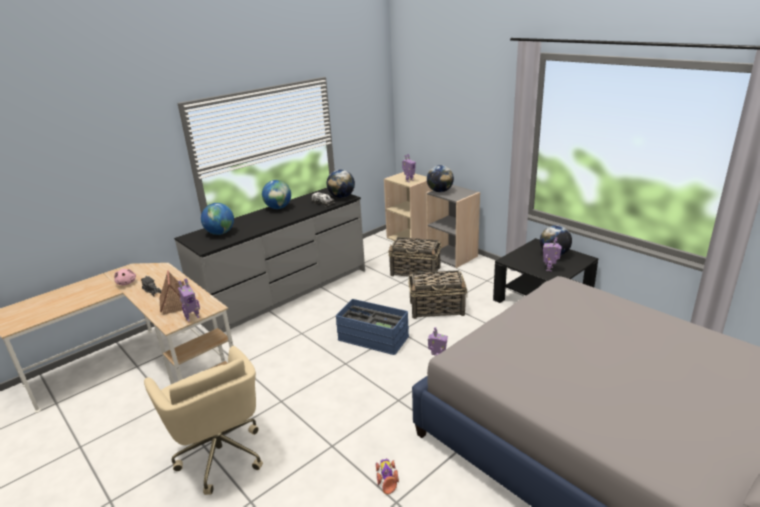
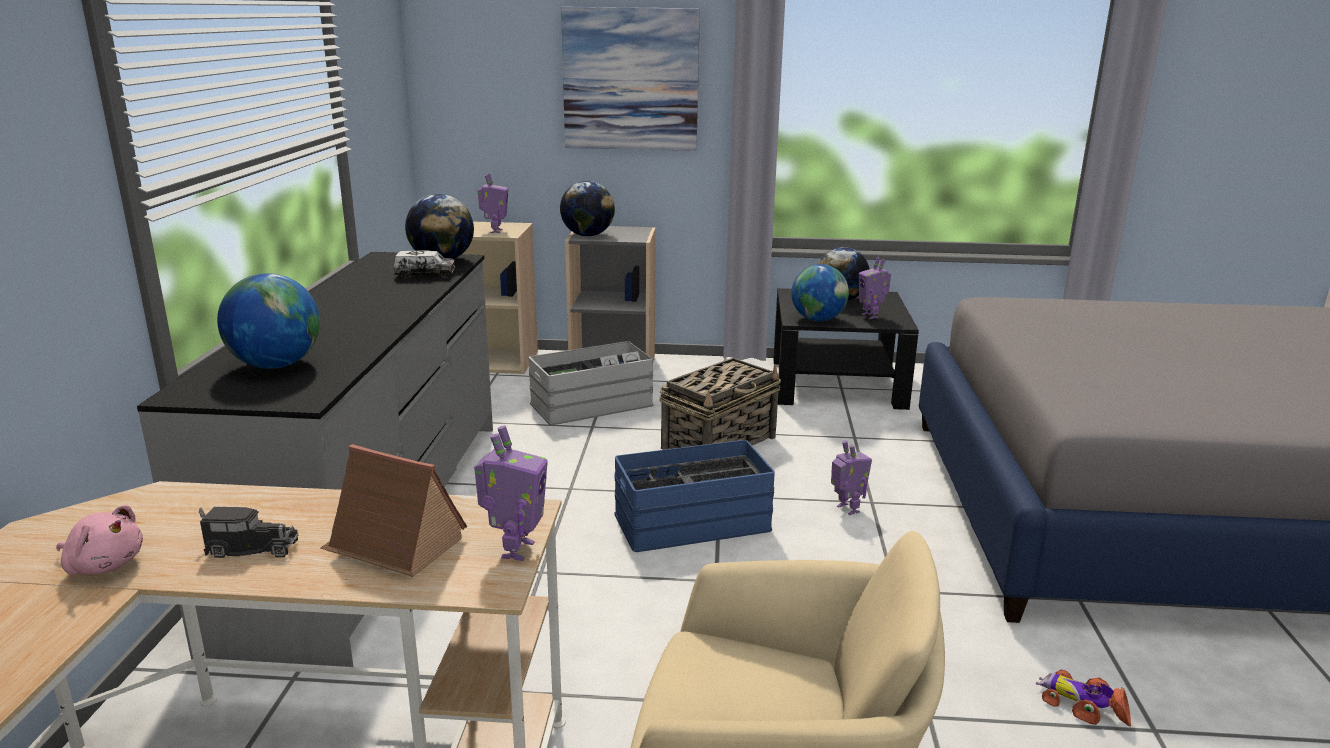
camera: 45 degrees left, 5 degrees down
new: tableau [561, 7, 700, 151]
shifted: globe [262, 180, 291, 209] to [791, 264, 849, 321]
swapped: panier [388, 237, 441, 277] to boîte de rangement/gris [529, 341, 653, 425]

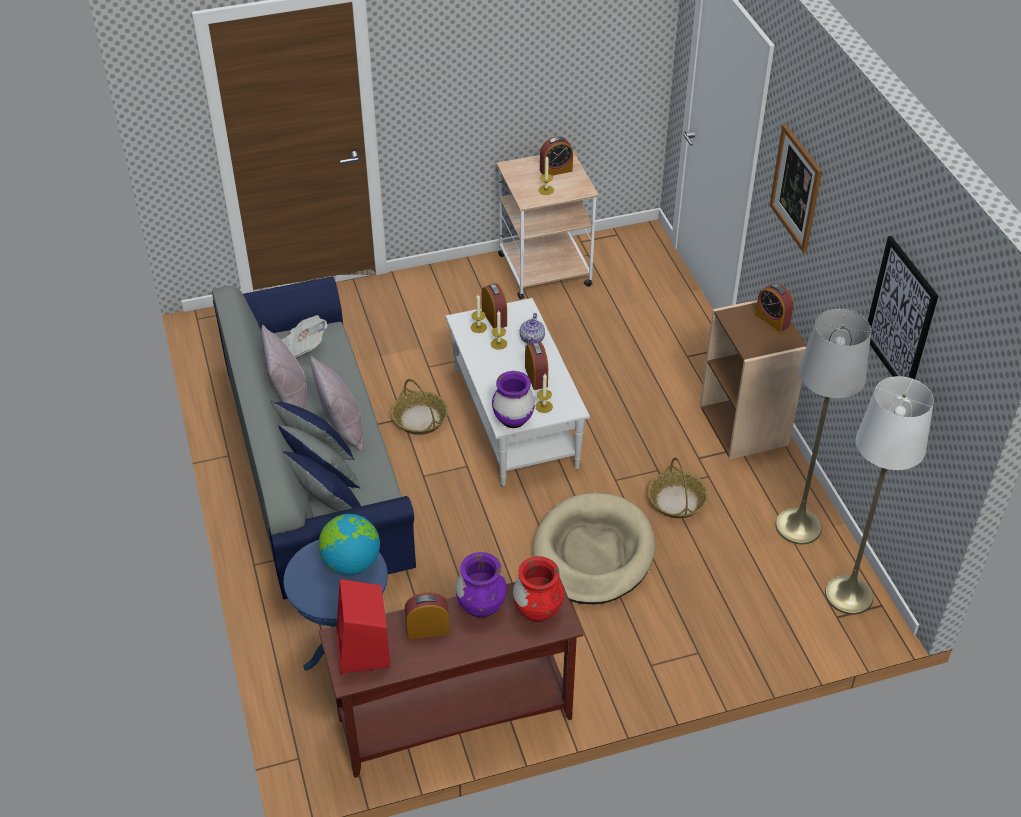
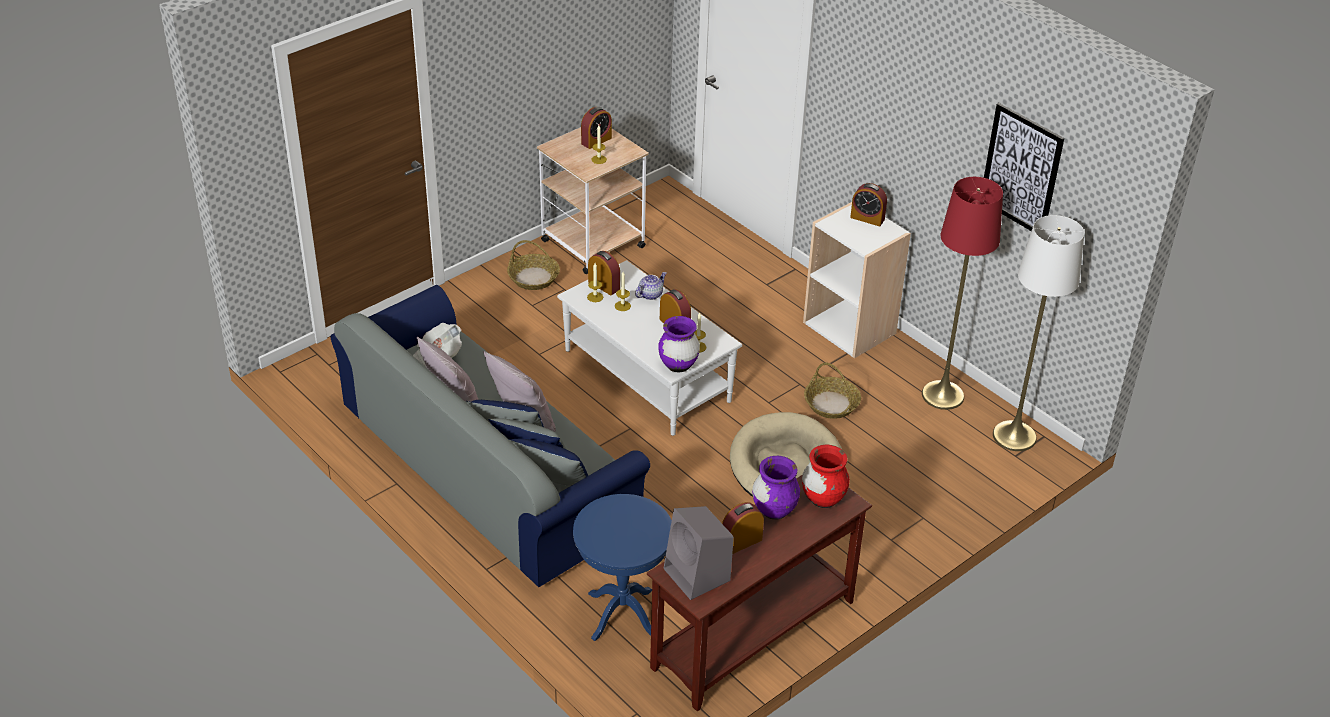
camera: 25 degrees left, 5 degrees down
gone: globe [319, 514, 380, 575]; tableau [770, 124, 822, 253]
shifted: panier [391, 379, 448, 435] to [507, 240, 560, 290]
repainted: enceinte/rouge [336, 579, 391, 674] to enceinte/gris [664, 506, 734, 600]; bibliothèque/marron [700, 300, 807, 459] to bibliothèque/blanc [803, 202, 911, 358]; lampadaire/gris [775, 309, 871, 544] to lampadaire/rouge [922, 177, 1003, 410]
rotated: théière [520, 313, 545, 344] = [635, 272, 666, 300] 120 degrees counterclockwise

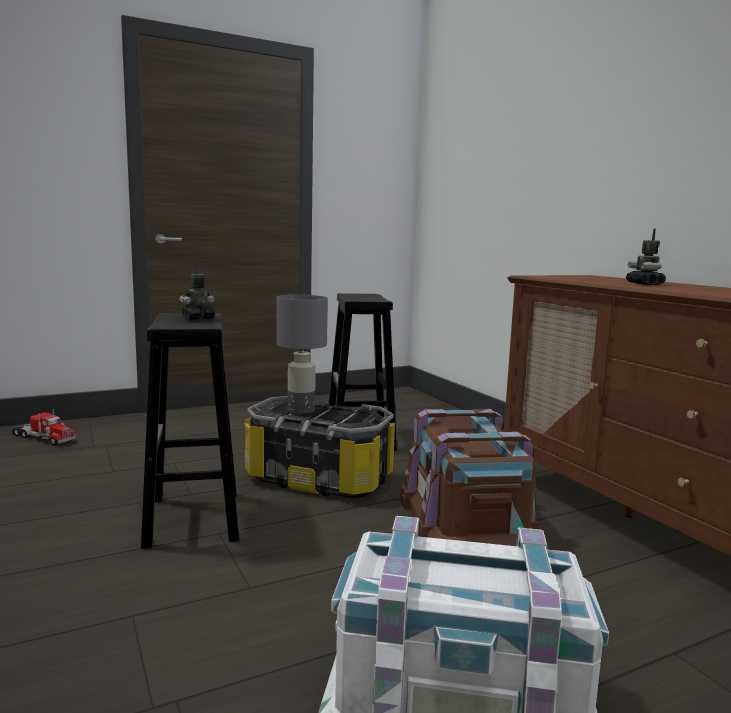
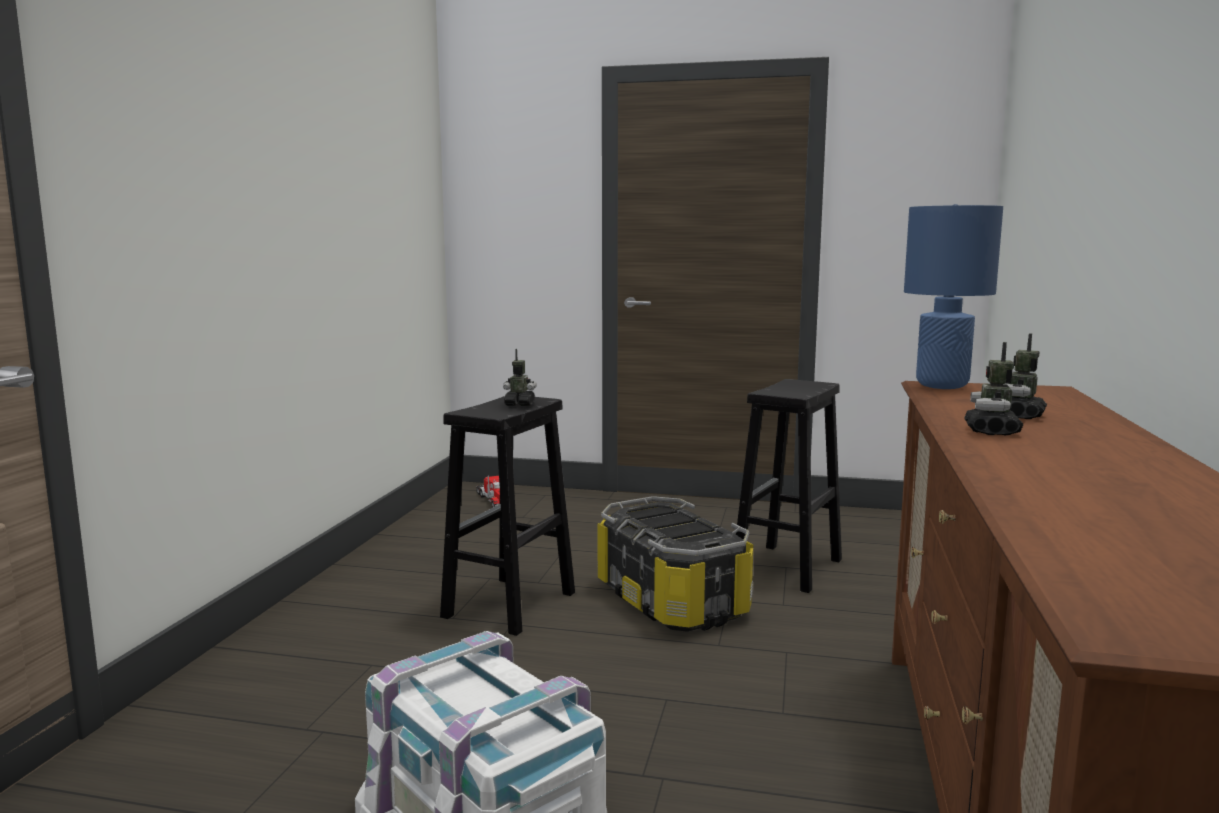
camera: 40 degrees right, 0 degrees up
gone: lampe de table/gris [277, 295, 328, 415]; boîte de rangement/marron [400, 409, 538, 546]
new: lampe de table/bleu [904, 204, 1003, 389]; robot jouet [964, 342, 1023, 436]

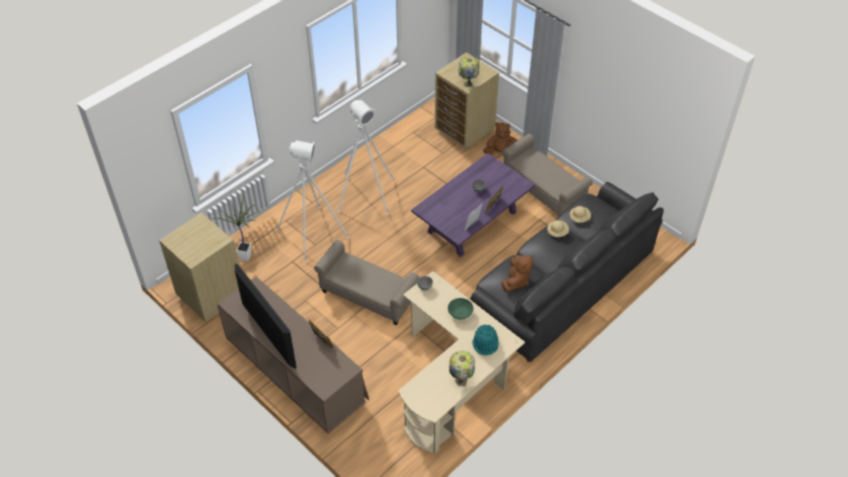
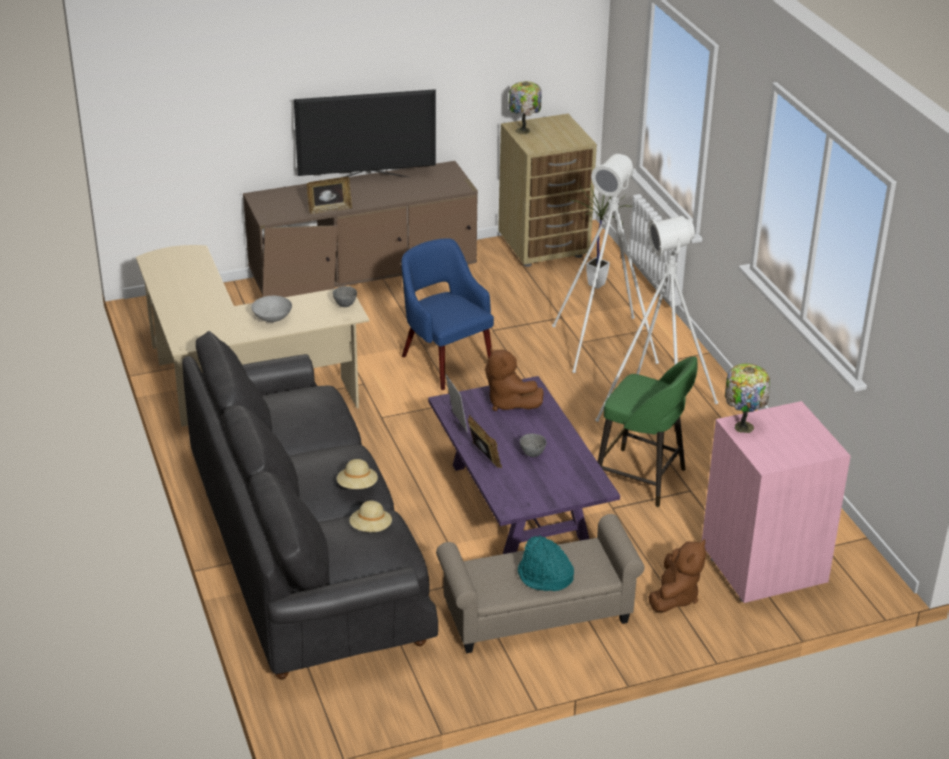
camera: 115 degrees right, 15 degrees down
new: tabouret/vert [598, 356, 697, 507]
shifted: lampe de table [449, 351, 475, 386] to [508, 81, 542, 134]; chapeau/turquoise [472, 324, 499, 356] to [518, 535, 574, 591]; peluche/marron [501, 255, 533, 292] to [485, 347, 544, 411]
swapped: pouf/beige [314, 240, 420, 325] to fauteuil/bleu [401, 238, 494, 390]
repainted: commode/marron [435, 52, 499, 149] to commode/rose [702, 401, 851, 603]; bol/vert [448, 298, 473, 320] to bol/gris [252, 296, 292, 322]

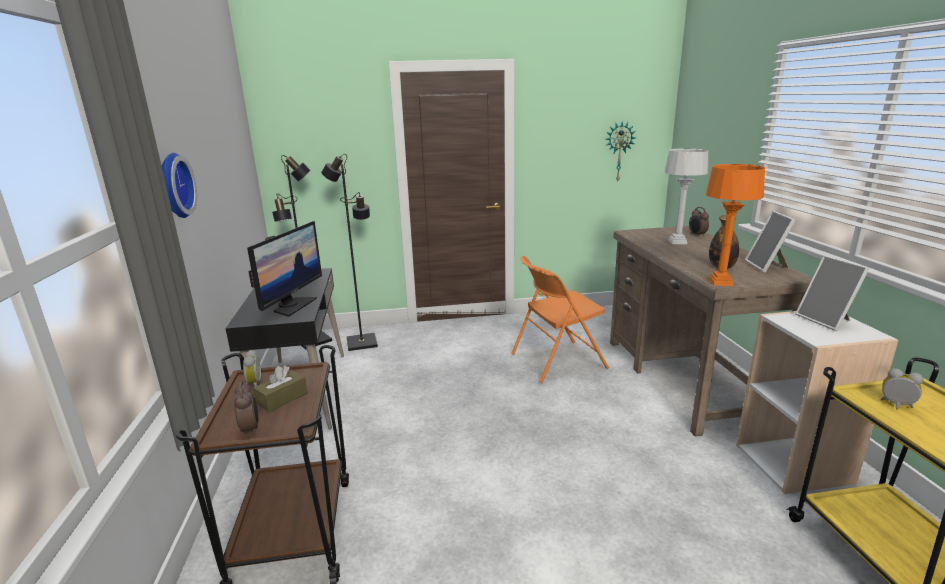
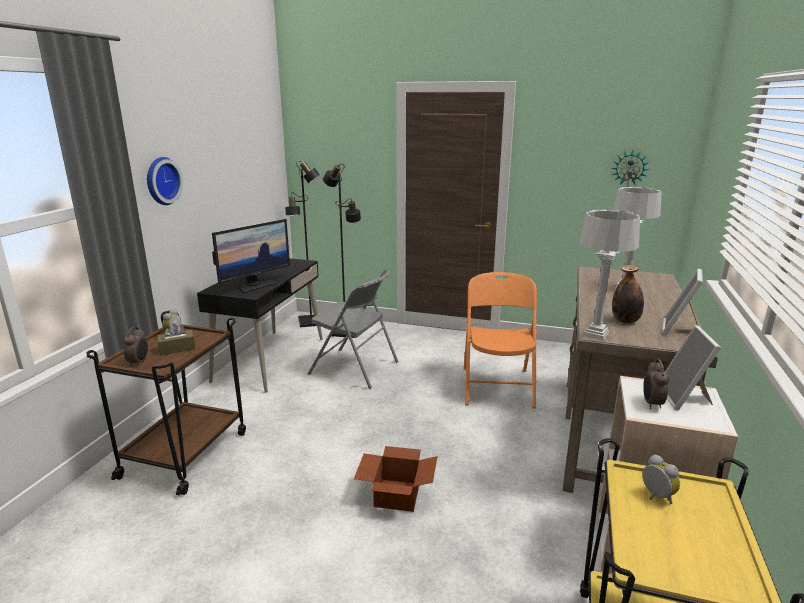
camera: 25 degrees right, 0 degrees up
new: chaise/gris [308, 269, 398, 389]; carton [354, 446, 438, 512]
shifted: réveil [689, 207, 709, 237] to [643, 359, 669, 409]
repainted: lampe de table/orange [706, 164, 765, 286] to lampe de table/gris [579, 210, 640, 341]
rotated: chaise/orange [512, 256, 609, 384] = [463, 272, 537, 409] 90 degrees clockwise

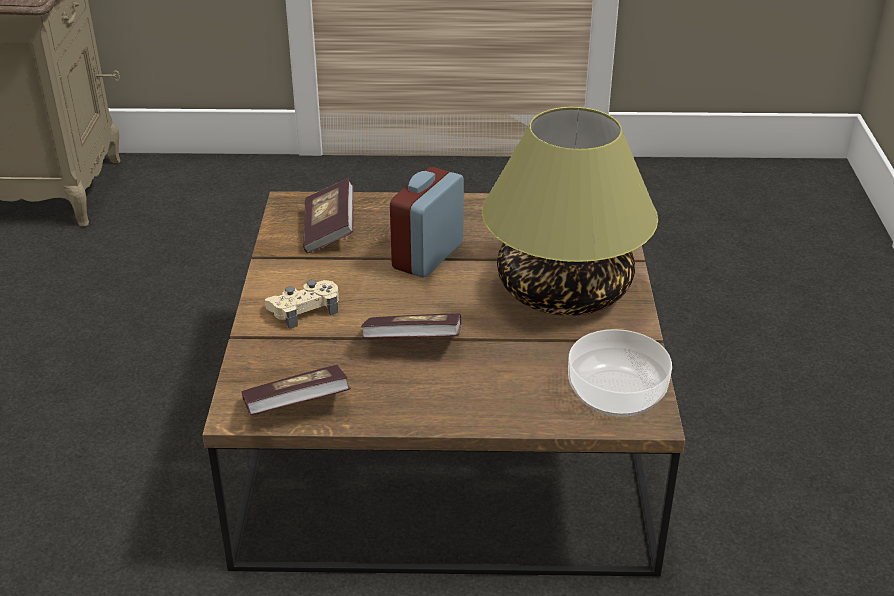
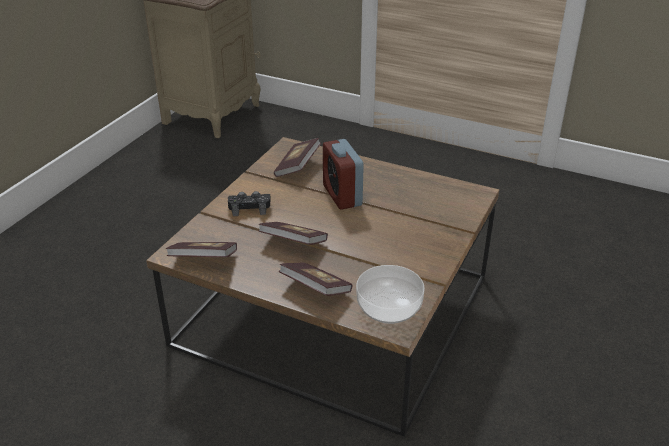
camera: 25 degrees right, 0 degrees up
gone: lampe de table [482, 107, 658, 316]
new: livre [279, 263, 353, 296]
repainted: manette/beige [265, 280, 339, 329] to manette/noir [228, 191, 271, 216]
rotated: réveil [390, 167, 464, 278] = [323, 139, 364, 210] 75 degrees counterclockwise

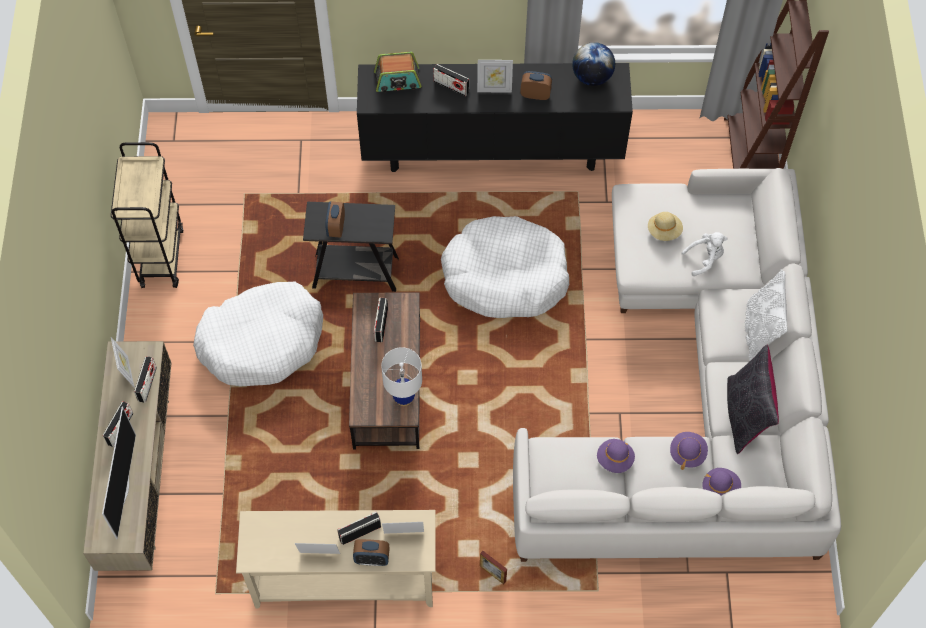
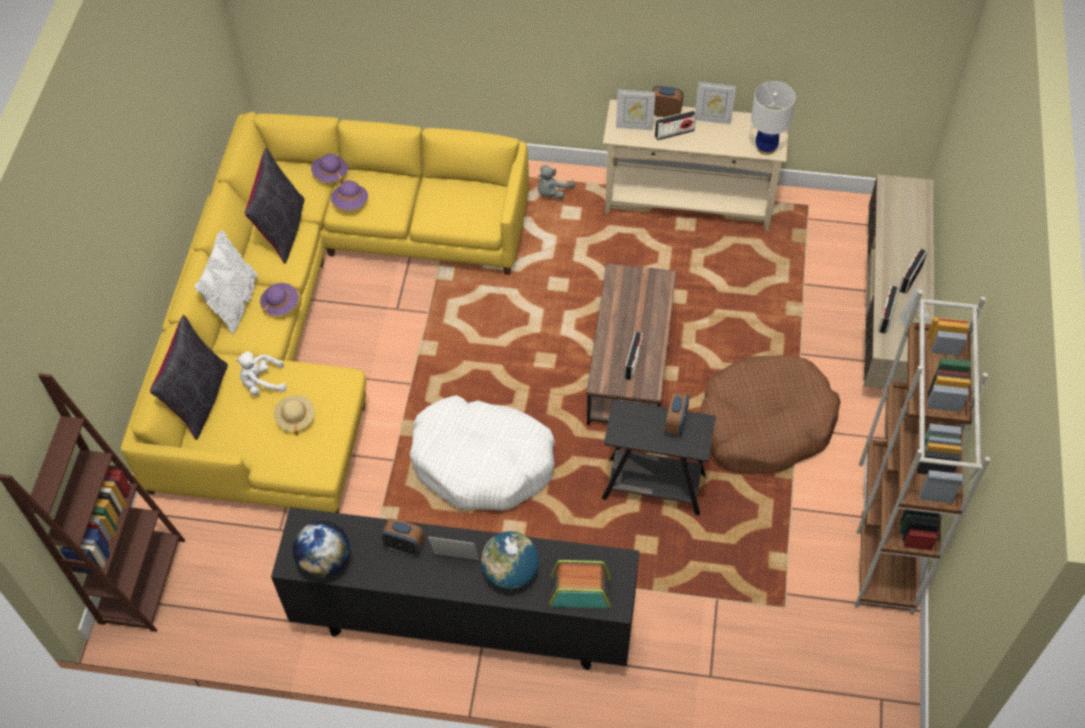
camera: 170 degrees left, 5 degrees down
gone: téléviseur [102, 406, 136, 539]
new: coussin/noir [150, 315, 228, 440]
shifted: lampe de table/blanc [381, 347, 422, 406] to [751, 81, 796, 155]; chapeau/violet [597, 439, 635, 473] to [260, 283, 299, 316]
swapped: chariot/beige [111, 142, 183, 288] to bibliothèque/marron [855, 290, 990, 615]; radio [433, 64, 469, 96] to globe [481, 531, 539, 589]; cadre photo [480, 551, 507, 584] to peluche/gris [538, 165, 575, 199]
repainted: panier pour chien/blanc [193, 281, 323, 386] to panier pour chien/marron [700, 355, 841, 474]; canapé/blanc [513, 168, 841, 562] to canapé/jaune [121, 112, 529, 513]

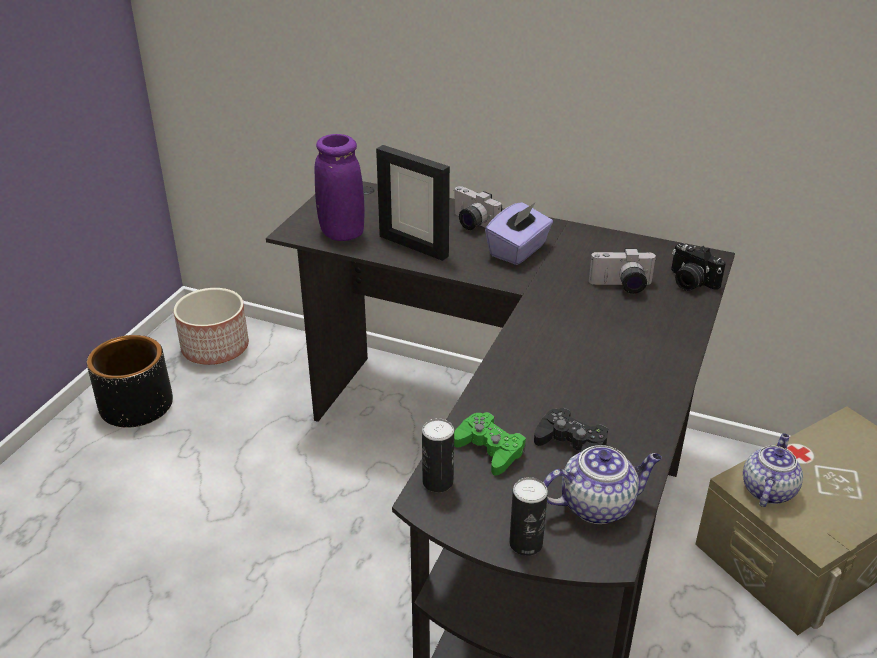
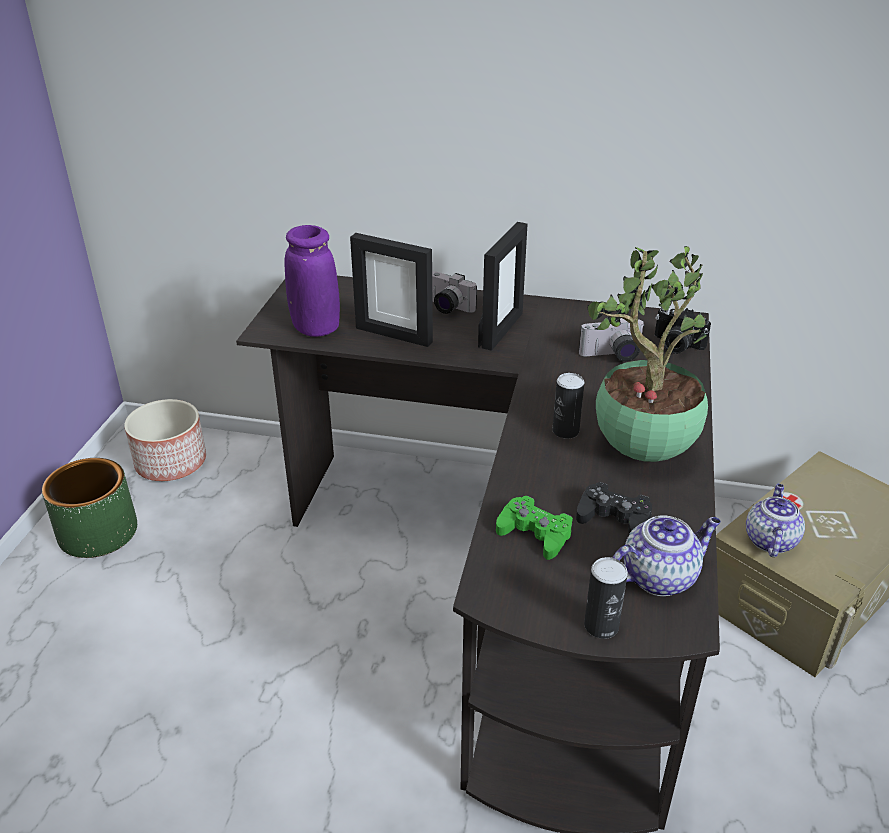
camera: 10 degrees left, 0 degrees up
new: plante en pot [587, 246, 708, 462]
shifted: boîte métallique [422, 418, 454, 492] to [553, 373, 584, 439]
swapped: boîte à mouchoirs/violet [485, 202, 553, 265] to cadre photo [478, 222, 528, 351]
repainted: cache-pot/noir [87, 335, 173, 428] to cache-pot/vert [42, 458, 137, 558]

